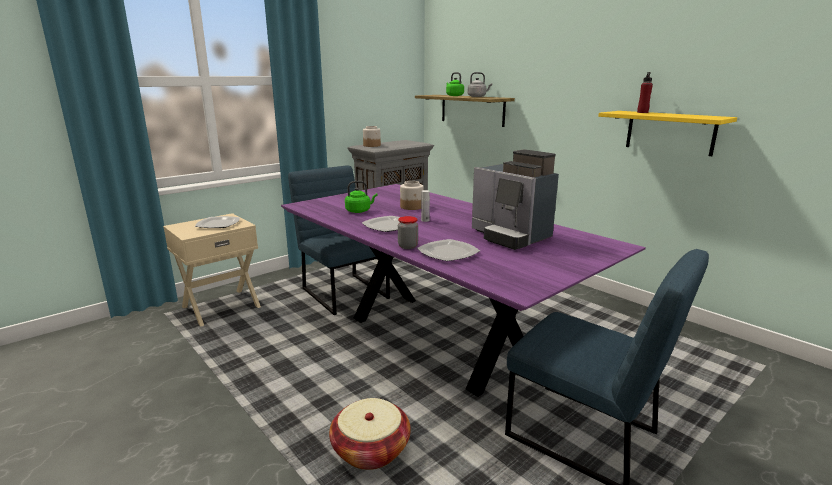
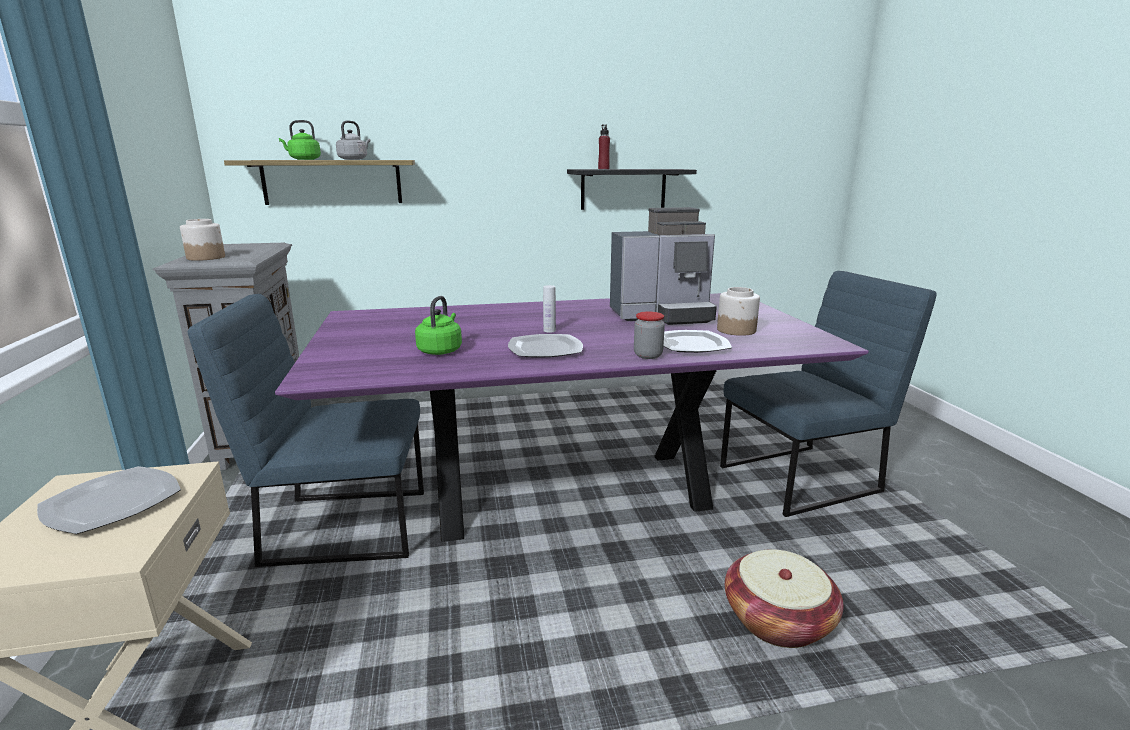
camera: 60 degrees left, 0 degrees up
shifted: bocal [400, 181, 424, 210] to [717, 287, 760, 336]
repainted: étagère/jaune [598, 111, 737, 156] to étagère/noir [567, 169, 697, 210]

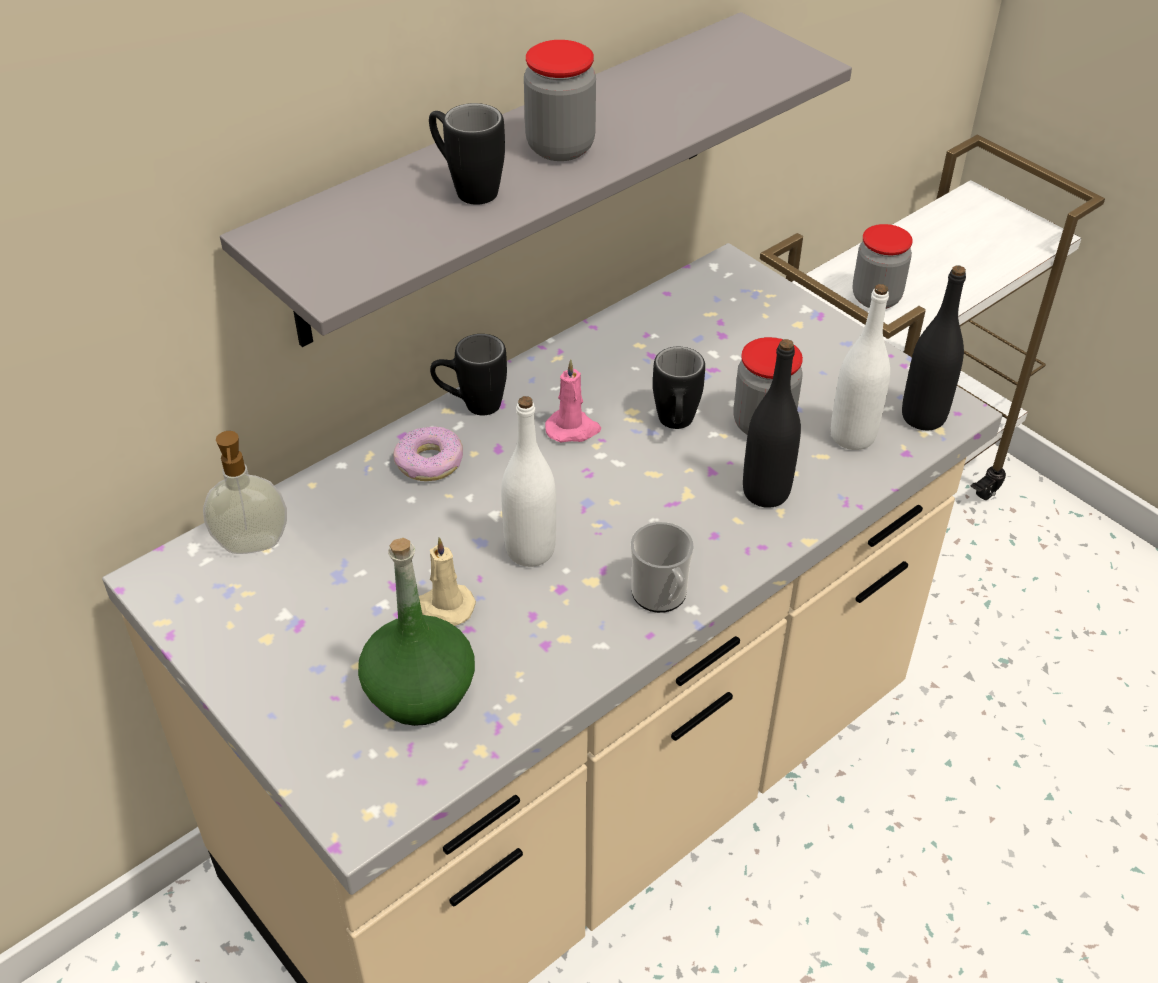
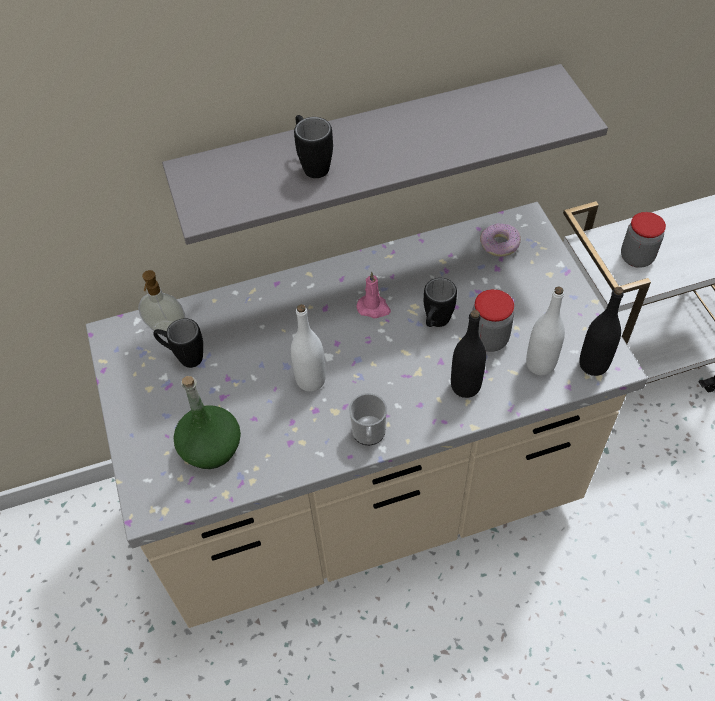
camera: 25 degrees right, 10 degrees up
gone: bougie/beige [419, 537, 476, 626]; bocal [524, 40, 596, 161]
shifted: beignet [393, 426, 463, 481] to [480, 223, 521, 256]; mug/noir [430, 334, 507, 415] to [153, 318, 203, 368]

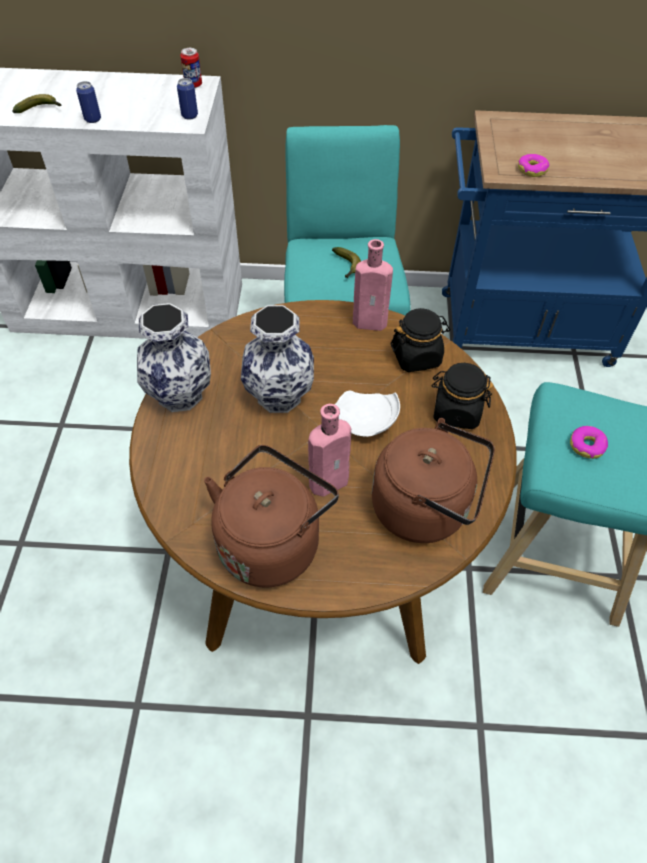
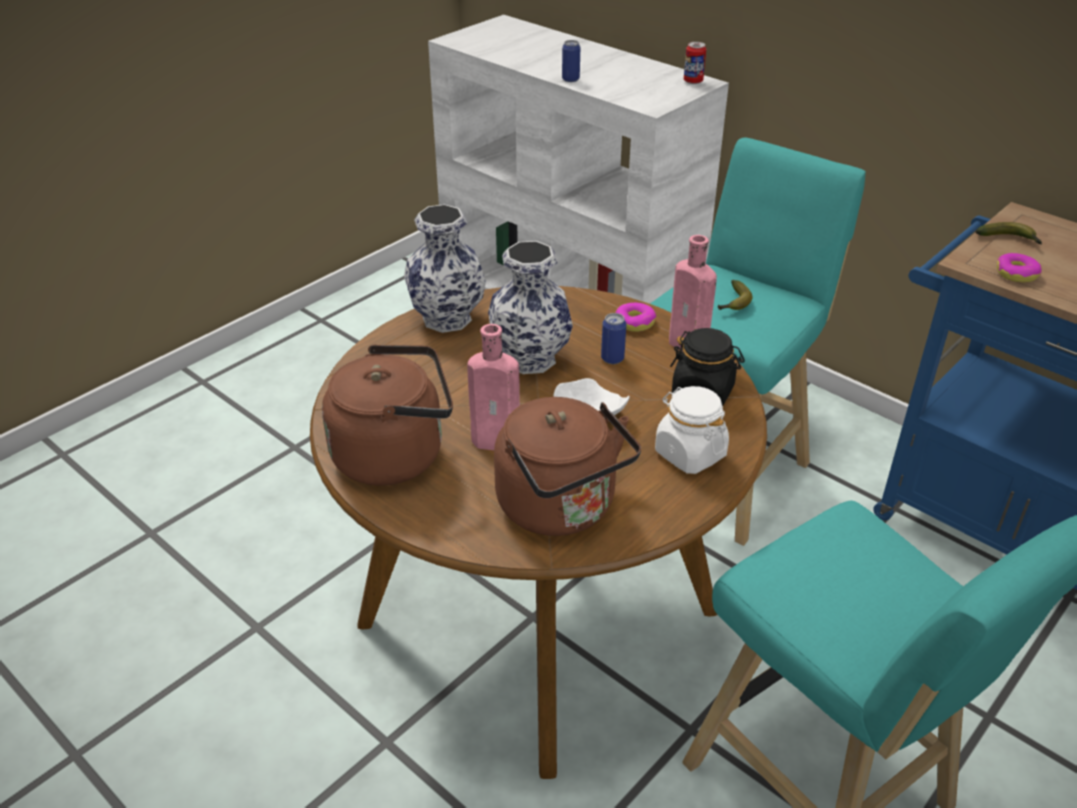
camera: 40 degrees right, 15 degrees down
shifted: banane [12, 94, 62, 113] to [976, 222, 1042, 244]; boîte métallique [177, 78, 198, 120] to [601, 313, 626, 364]; beignet [570, 426, 608, 459] to [616, 303, 656, 332]
repainted: bocal/noir [431, 363, 493, 429] to bocal/blanc [655, 386, 729, 474]

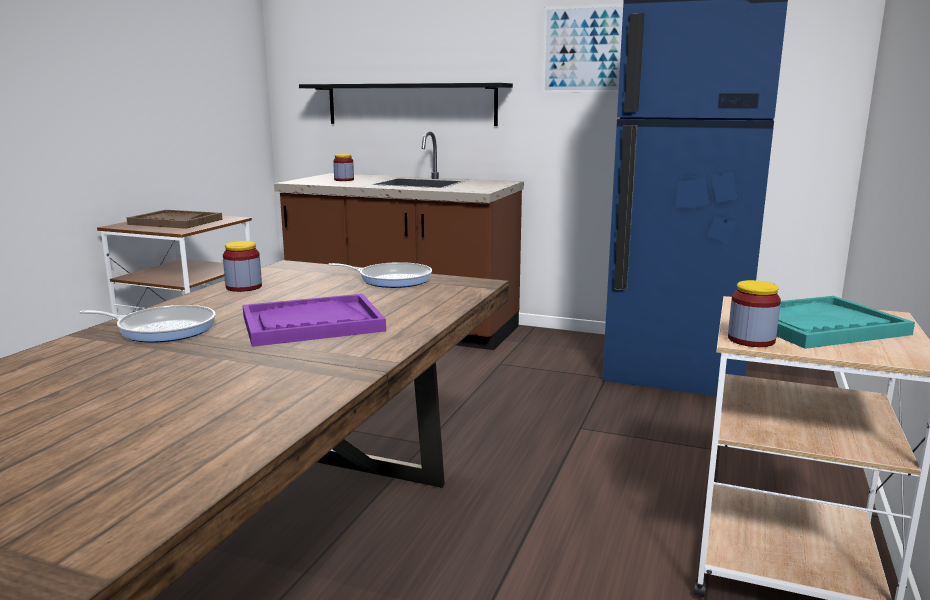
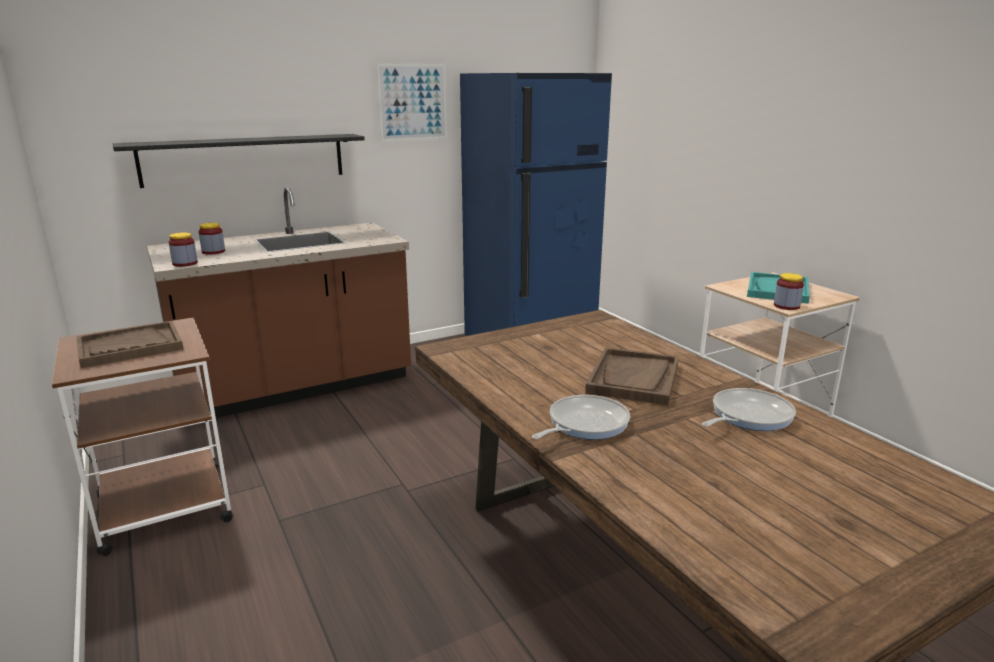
camera: 50 degrees left, 5 degrees up
shifted: bocal [223, 241, 262, 292] to [169, 232, 198, 267]; poêle [328, 262, 432, 288] to [702, 388, 796, 431]
repainted: plateau/violet [242, 294, 386, 347] to plateau/marron [585, 347, 679, 405]

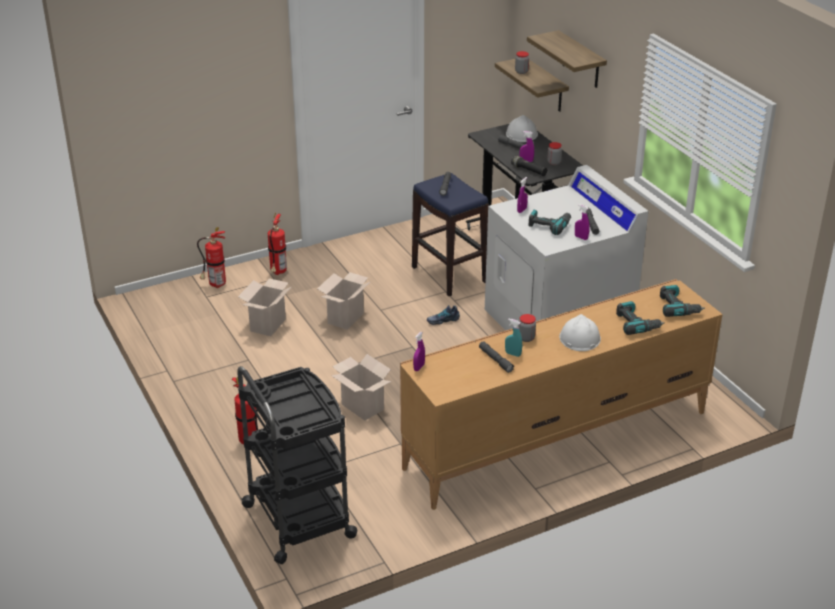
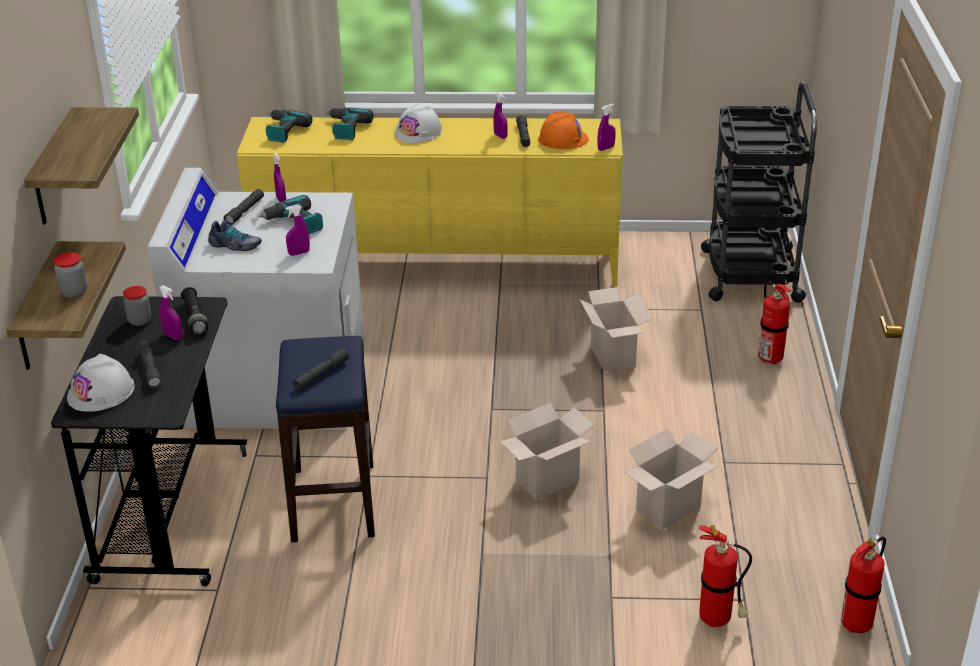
camera: 150 degrees left, 0 degrees up
gone: bocal [519, 314, 536, 342]
new: casque de chantier/orange [538, 112, 589, 149]
shifted: extincteur [268, 213, 287, 275] to [841, 537, 886, 633]; chaussure [427, 305, 460, 325] to [208, 220, 262, 251]
repainted: meuble de rangement/marron [400, 279, 723, 510] to meuble de rangement/jaune [237, 117, 623, 287]; vaporisateur/turquoise [505, 319, 522, 357] to vaporisateur/violet [493, 93, 508, 139]

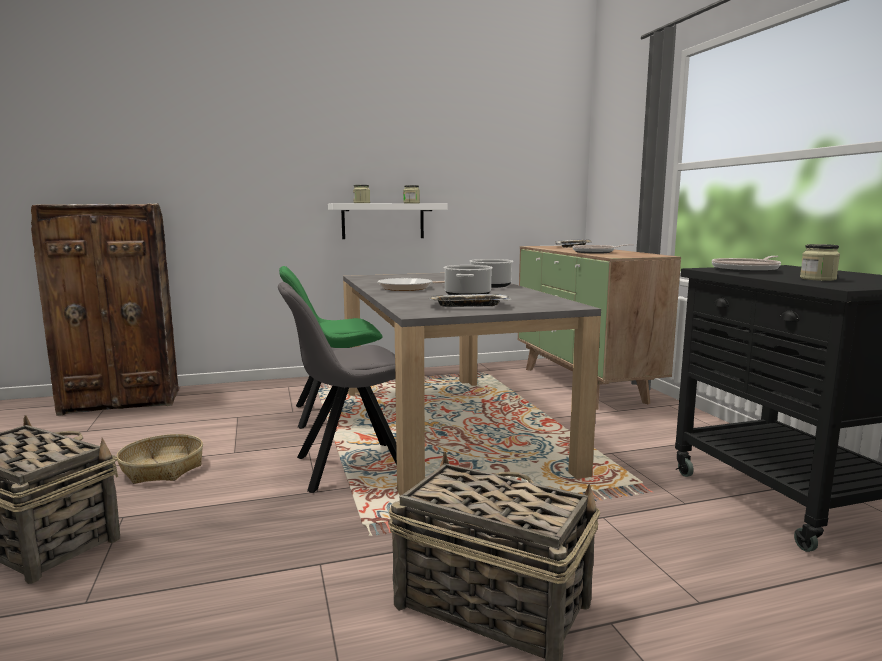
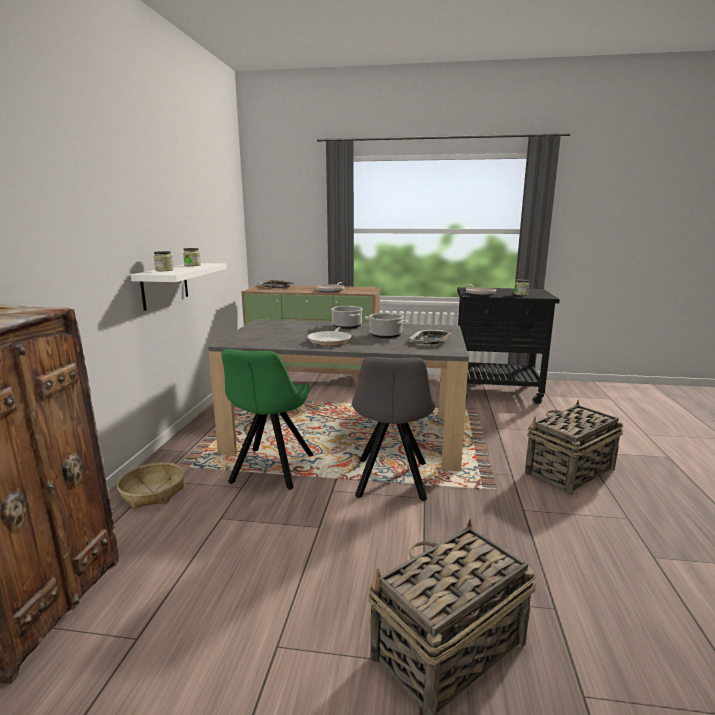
camera: 65 degrees left, 5 degrees up
shifted: panier [116, 434, 203, 484] to [117, 462, 184, 508]

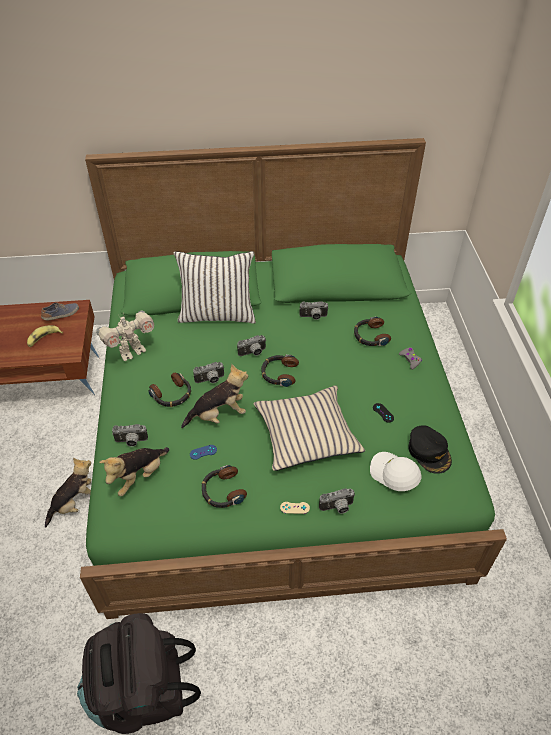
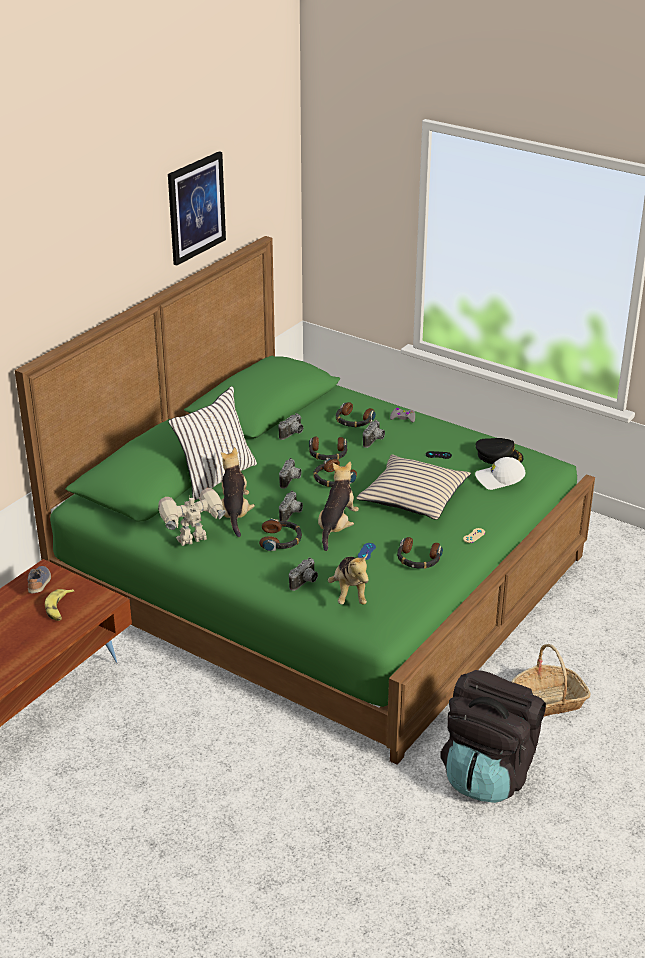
camera: 50 degrees left, 15 degrees down
new: tableau [168, 151, 226, 266]; casque audio [309, 437, 347, 460]; panier [512, 644, 591, 716]
shifted: peluche [45, 458, 91, 527] to [221, 447, 255, 537]; appareil photo [319, 488, 355, 514] to [363, 419, 385, 448]
rotated: robot jouet [96, 311, 154, 361] = [158, 488, 226, 546] 120 degrees counterclockwise

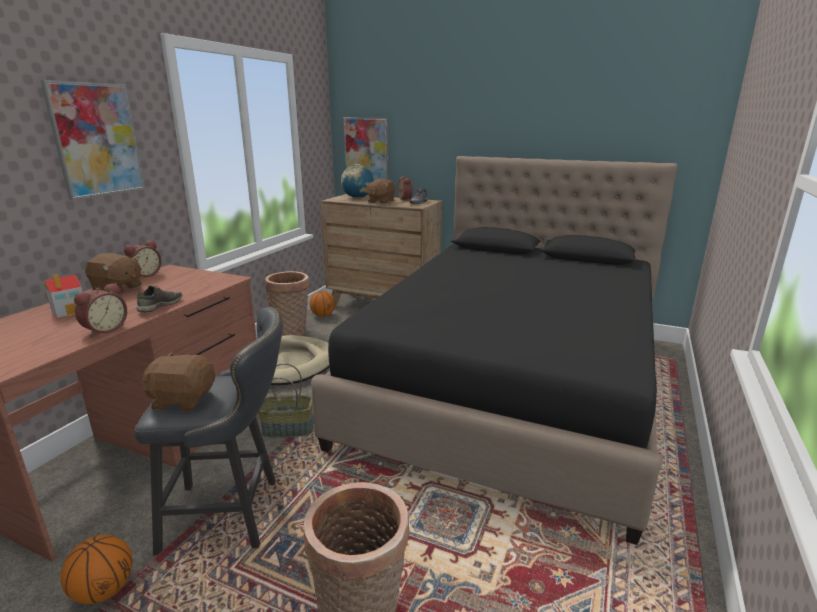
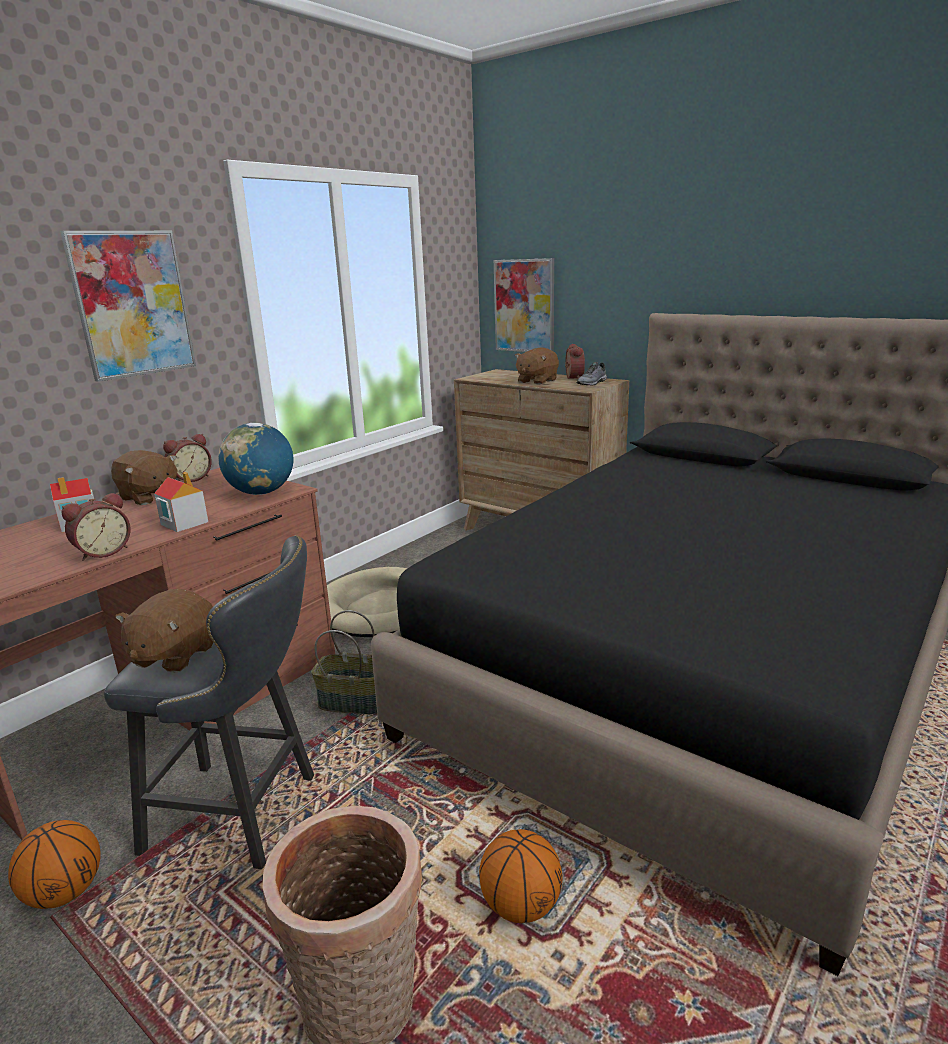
camera: 15 degrees right, 0 degrees up
gone: panier [265, 271, 309, 336]
shifted: ballon de basket [309, 291, 335, 317] to [479, 829, 563, 923]; globe [341, 164, 374, 198] to [218, 423, 293, 495]
swapped: chaussure/gris [137, 286, 182, 312] to maison miniature [154, 472, 208, 532]
rotated: peluche/marron [142, 352, 215, 412] = [115, 589, 213, 673] 90 degrees counterclockwise

